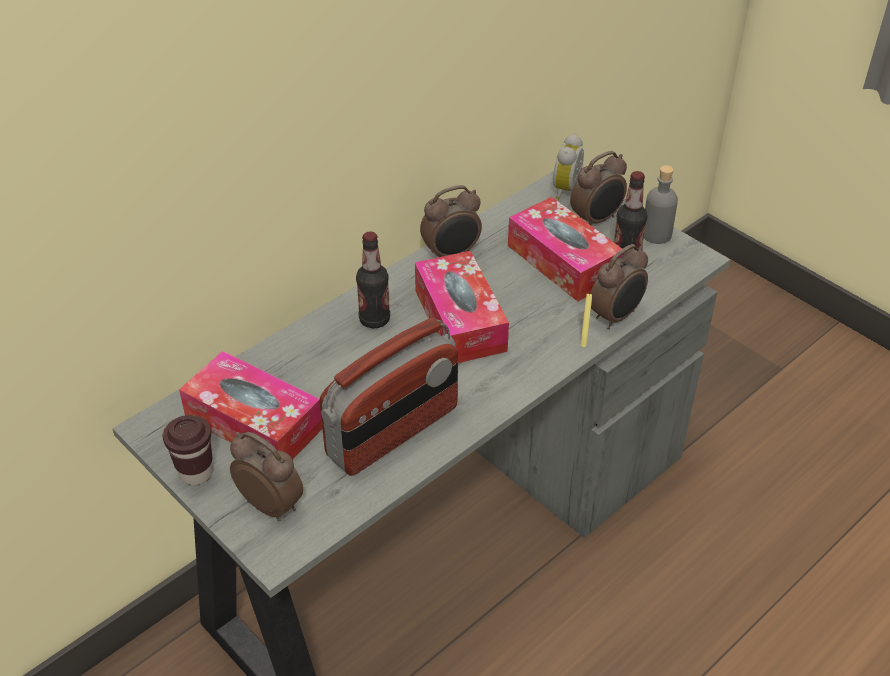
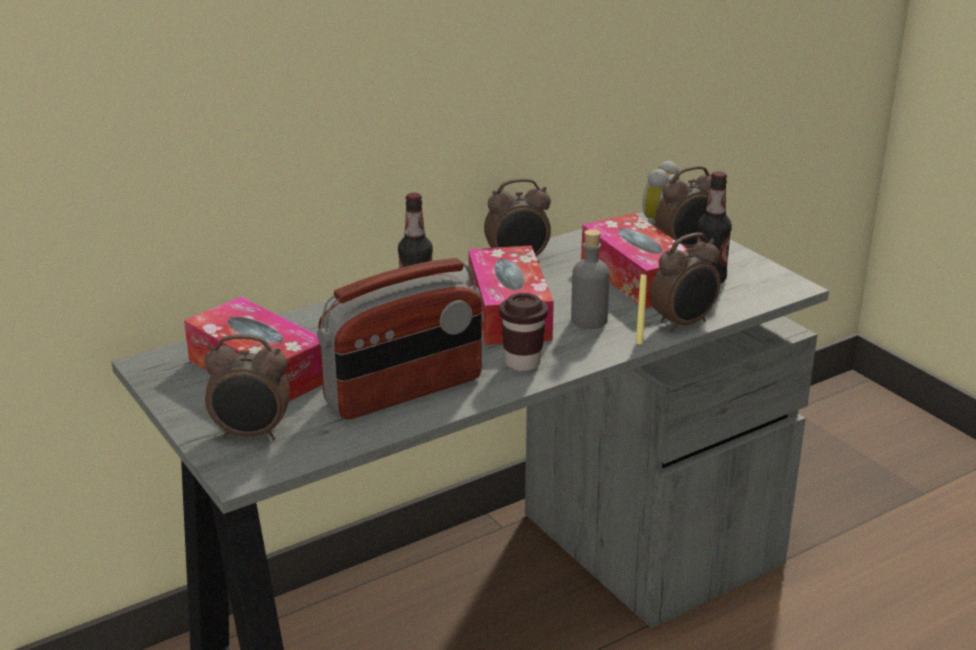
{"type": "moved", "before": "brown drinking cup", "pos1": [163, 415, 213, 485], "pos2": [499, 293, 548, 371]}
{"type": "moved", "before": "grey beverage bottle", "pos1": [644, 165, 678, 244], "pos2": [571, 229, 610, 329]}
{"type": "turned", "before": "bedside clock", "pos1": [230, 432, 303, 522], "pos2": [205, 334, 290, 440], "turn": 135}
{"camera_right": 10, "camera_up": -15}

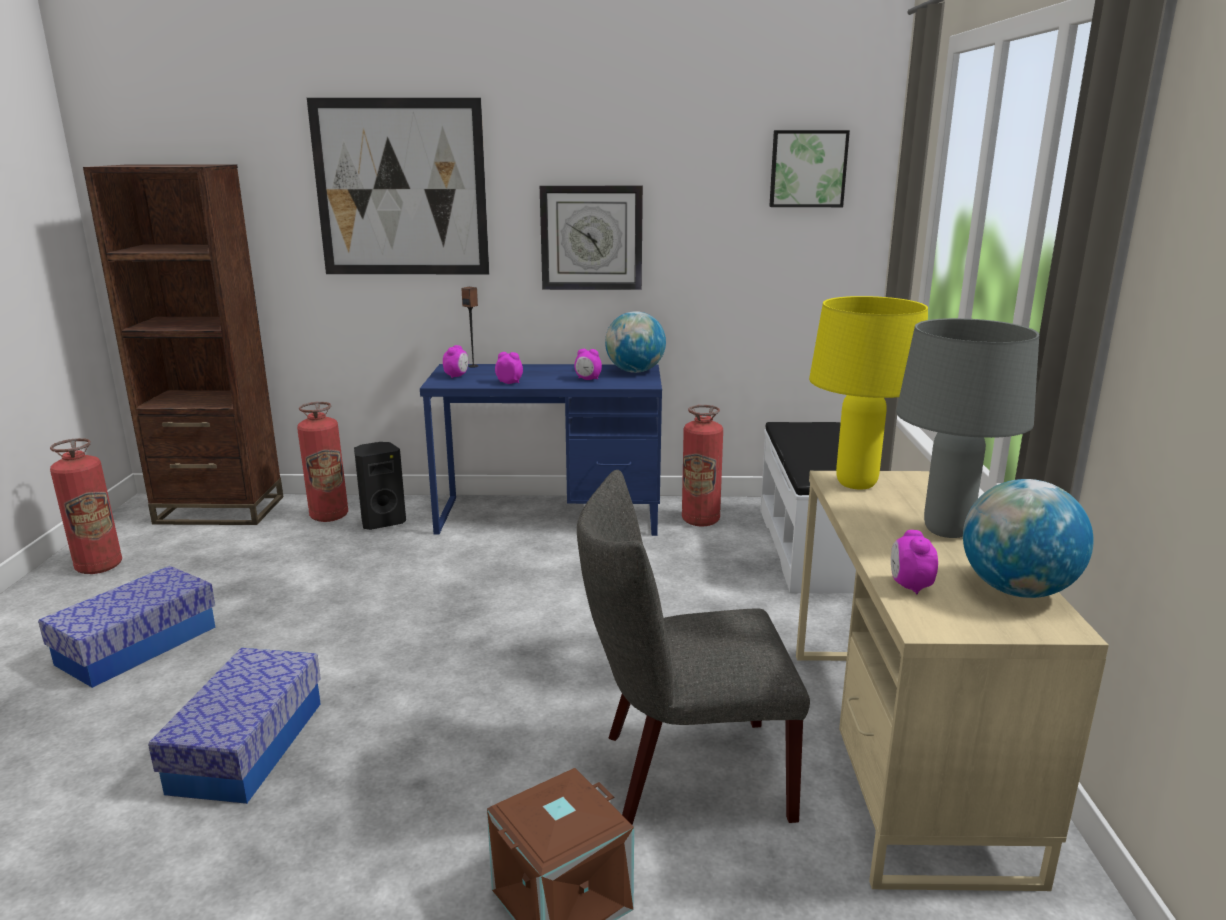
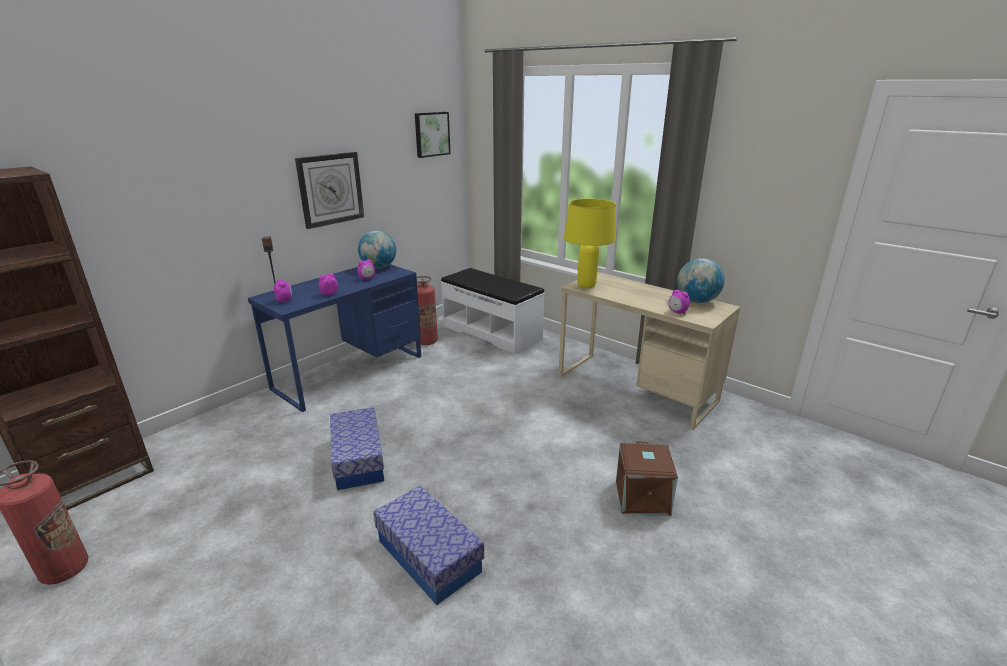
{"type": "removed", "before": "extinguisher", "pos1": [297, 402, 348, 522]}
{"type": "removed", "before": "picture", "pos1": [307, 98, 489, 274]}
{"type": "removed", "before": "blackish audio speaker", "pos1": [354, 442, 406, 530]}
{"type": "removed", "before": "grey chair", "pos1": [577, 470, 810, 825]}
{"type": "removed", "before": "grey tabletop lamp", "pos1": [896, 318, 1039, 538]}
{"type": "moved", "before": "storage bin", "pos1": [38, 566, 216, 688], "pos2": [330, 407, 384, 490]}
{"camera_right": -50, "camera_up": 5}

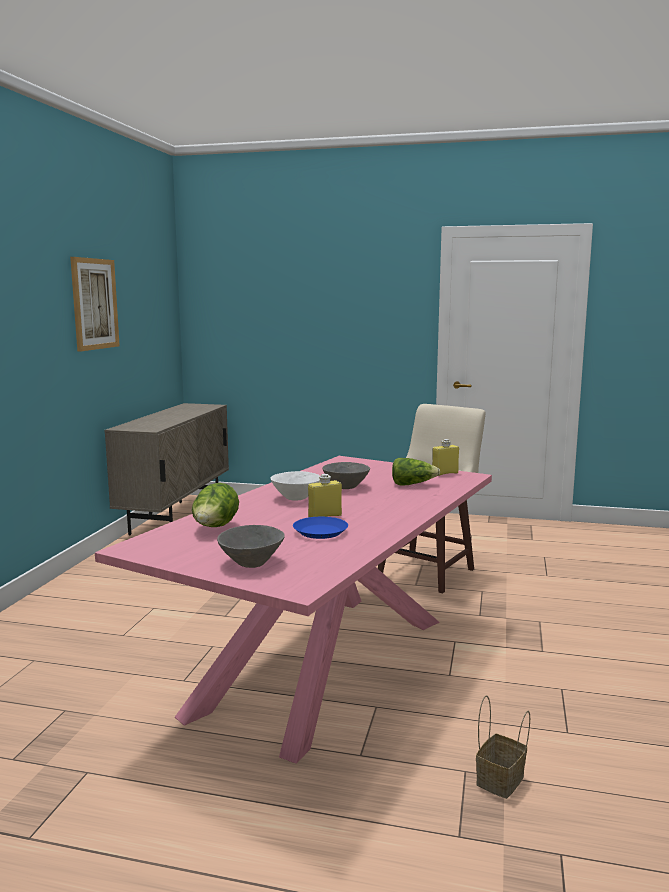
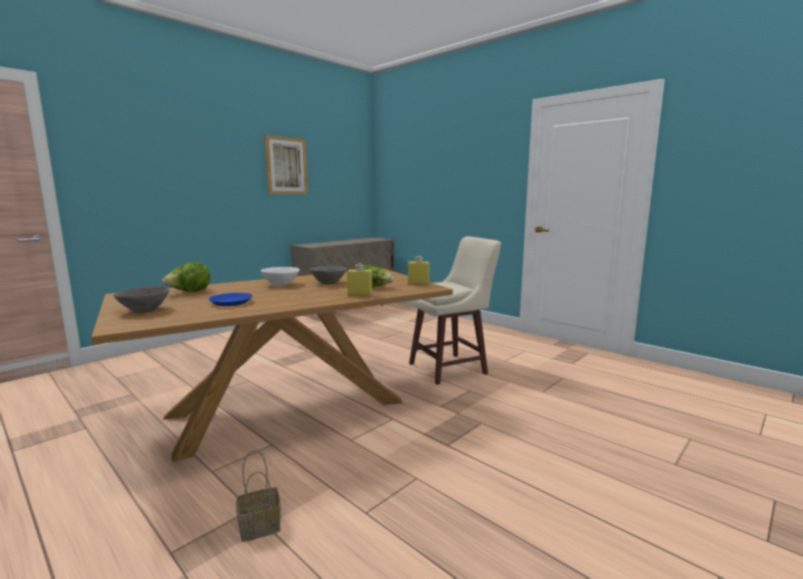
{"type": "moved", "before": "yellow-coloured beverage bottle", "pos1": [308, 474, 342, 517], "pos2": [347, 263, 372, 296]}
{"type": "recoloured", "before": "pinkish dining table", "after": "brown dining table", "pos1": [95, 456, 492, 764], "pos2": [91, 268, 453, 462]}
{"camera_right": 30, "camera_up": 0}

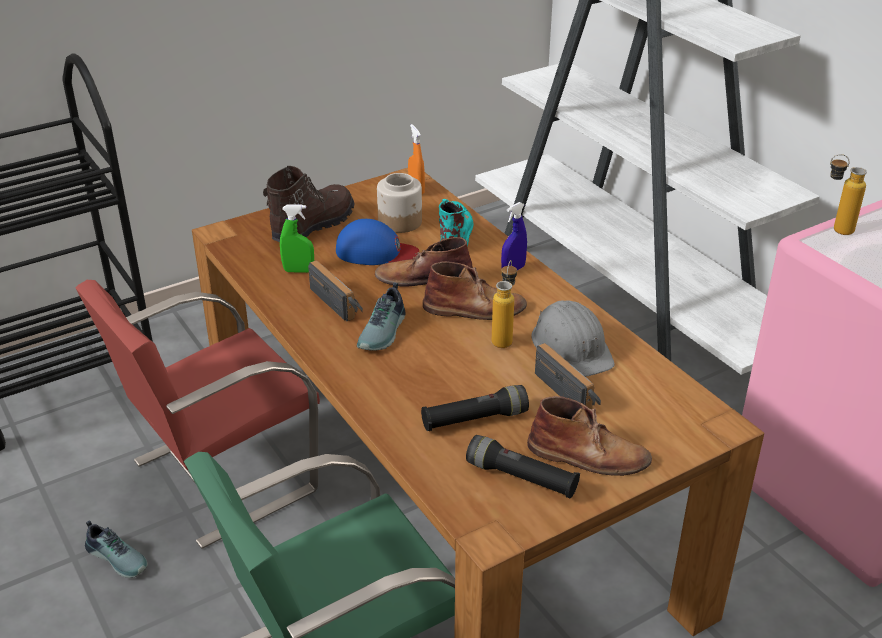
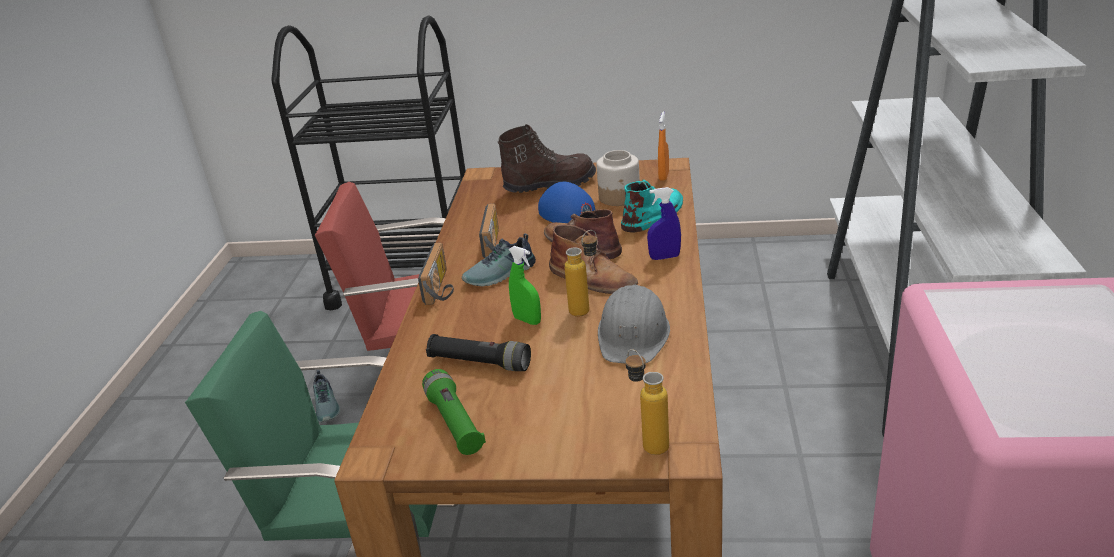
{"type": "removed", "before": "brown tall boot", "pos1": [527, 396, 652, 476]}
{"type": "moved", "before": "green-coloured hand sprayer", "pos1": [280, 204, 314, 273], "pos2": [509, 246, 541, 325]}
{"type": "moved", "before": "radio set", "pos1": [535, 343, 601, 409], "pos2": [418, 243, 454, 305]}
{"type": "moved", "before": "beverage bottle", "pos1": [830, 154, 867, 235], "pos2": [626, 349, 669, 455]}
{"type": "recoloured", "before": "blackish hand torch", "after": "green-coloured hand torch", "pos1": [466, 435, 580, 499], "pos2": [422, 369, 486, 455]}
{"camera_right": 40, "camera_up": -5}

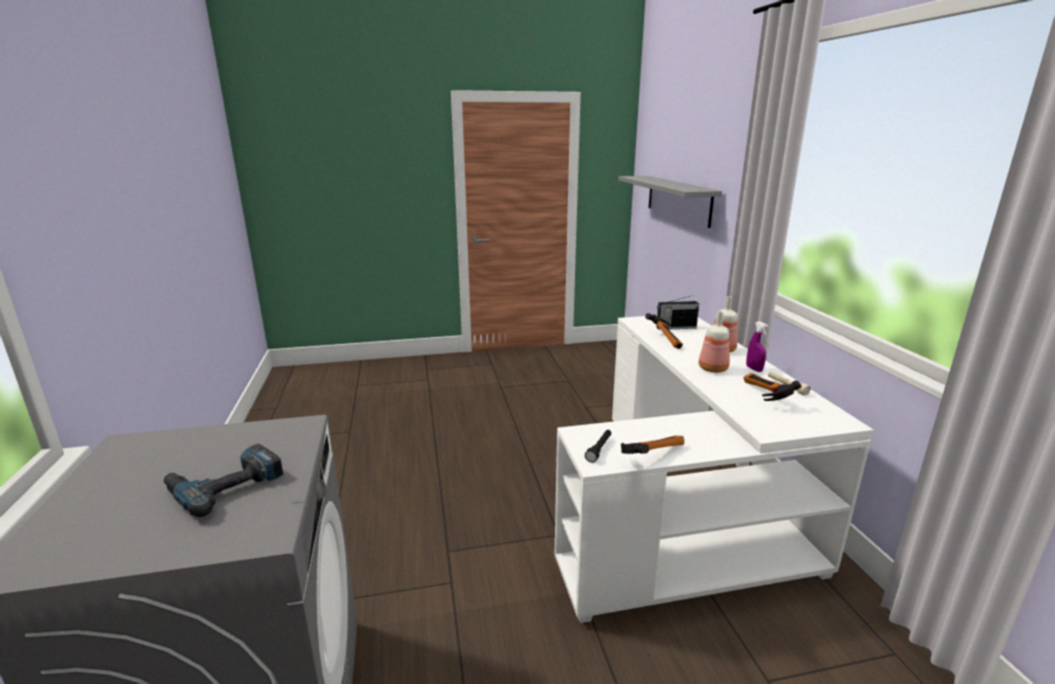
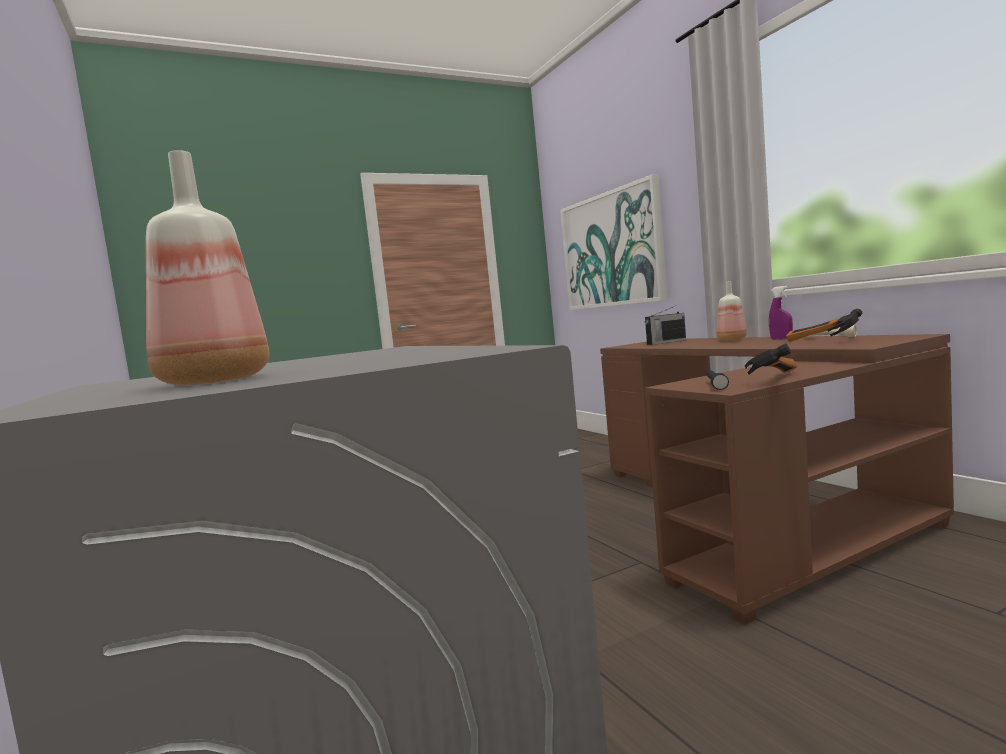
{"type": "removed", "before": "power drill", "pos1": [164, 444, 283, 517]}
{"type": "removed", "before": "tool hammer", "pos1": [645, 313, 683, 349]}
{"type": "moved", "before": "beverage bottle", "pos1": [699, 311, 730, 373], "pos2": [146, 150, 269, 385]}
{"type": "replaced", "before": "grey wall shelf", "after": "picture", "pos1": [618, 176, 722, 228], "pos2": [560, 174, 668, 310]}
{"type": "recoloured", "before": "white-coloured desk table", "after": "brown desk table", "pos1": [554, 316, 874, 623], "pos2": [600, 334, 954, 624]}
{"camera_right": -15, "camera_up": -15}

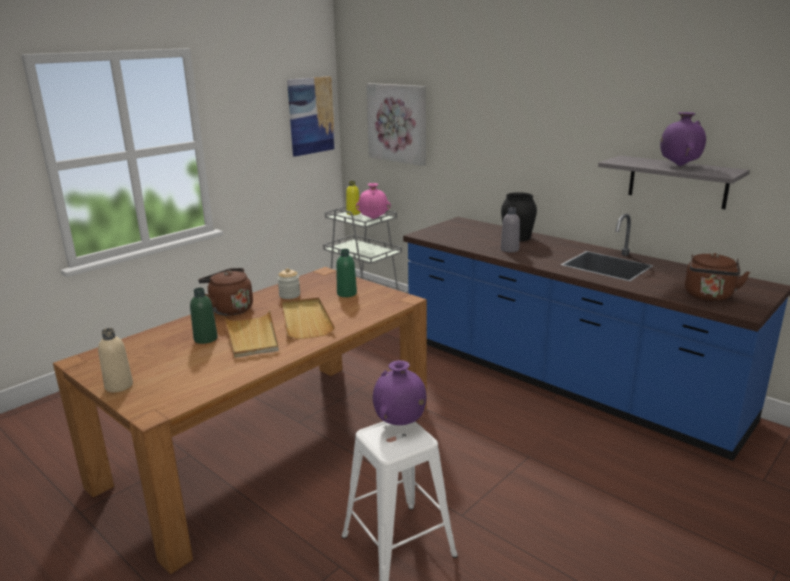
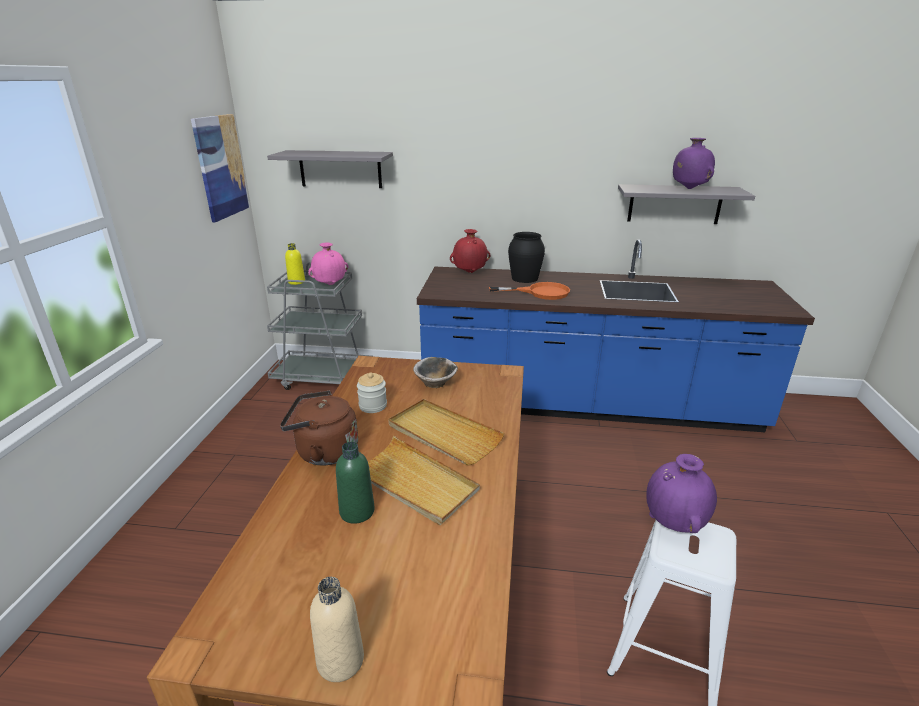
{"type": "removed", "before": "brown tea kettle", "pos1": [685, 253, 750, 301]}
{"type": "added", "after": "red-coloured vase", "pos2": [450, 229, 490, 273]}
{"type": "replaced", "before": "green-coloured beverage bottle", "after": "bowl", "pos1": [336, 249, 357, 297], "pos2": [413, 357, 458, 388]}
{"type": "replaced", "before": "picture", "after": "grey wall shelf", "pos1": [366, 83, 426, 166], "pos2": [267, 150, 393, 188]}
{"type": "replaced", "before": "grey beverage bottle", "after": "orange-coloured skillet", "pos1": [501, 207, 520, 252], "pos2": [489, 282, 570, 300]}
{"camera_right": -35, "camera_up": 5}

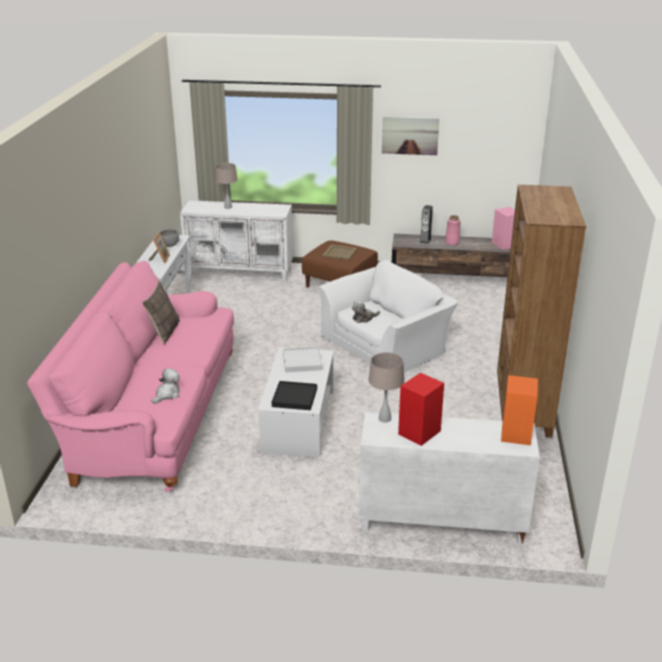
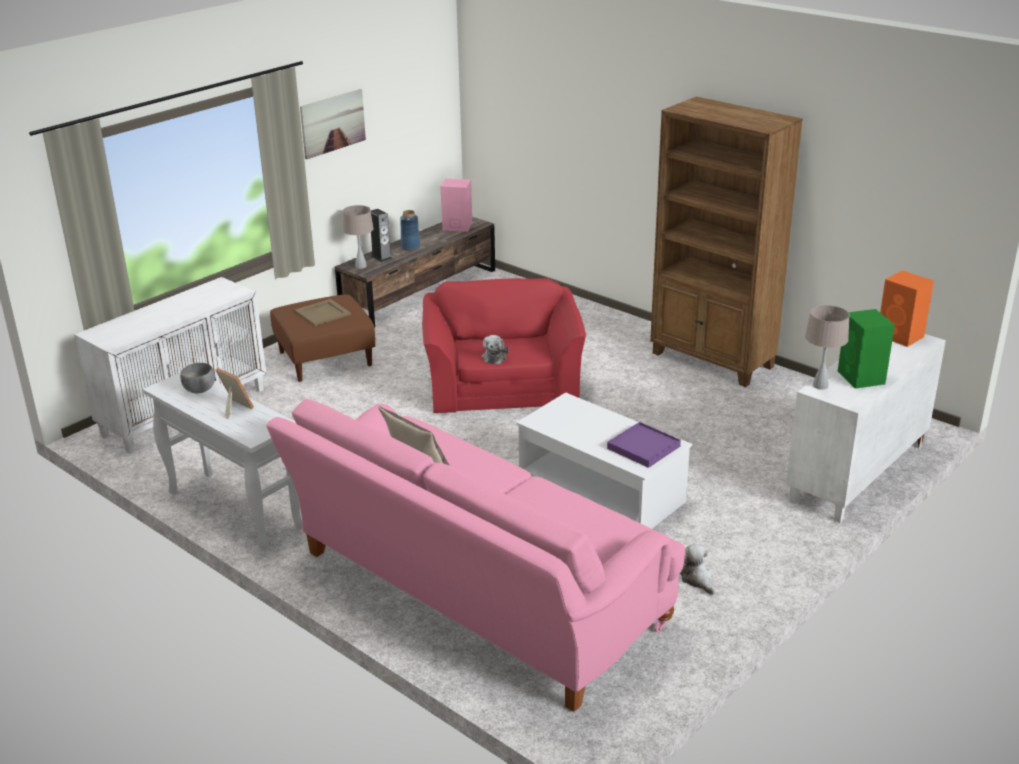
{"type": "removed", "before": "white-coloured serving tray", "pos1": [283, 347, 322, 372]}
{"type": "moved", "before": "cuddly toy", "pos1": [151, 369, 180, 404], "pos2": [680, 544, 715, 595]}
{"type": "moved", "before": "sand-coloured tabletop lamp", "pos1": [215, 163, 238, 209], "pos2": [342, 205, 374, 269]}
{"type": "recoloured", "before": "blackish serving tray", "after": "purple-coloured serving tray", "pos1": [272, 381, 317, 410], "pos2": [607, 422, 681, 468]}
{"type": "recoloured", "before": "white-coloured easy chair", "after": "red-coloured easy chair", "pos1": [318, 260, 458, 372], "pos2": [422, 278, 586, 413]}
{"type": "recoloured", "before": "red-coloured audio speaker", "after": "green-coloured audio speaker", "pos1": [398, 373, 444, 446], "pos2": [838, 309, 895, 389]}
{"type": "recoloured", "before": "pinkish vase", "after": "bluish vase", "pos1": [445, 215, 461, 245], "pos2": [400, 210, 420, 251]}
{"camera_right": -55, "camera_up": 0}

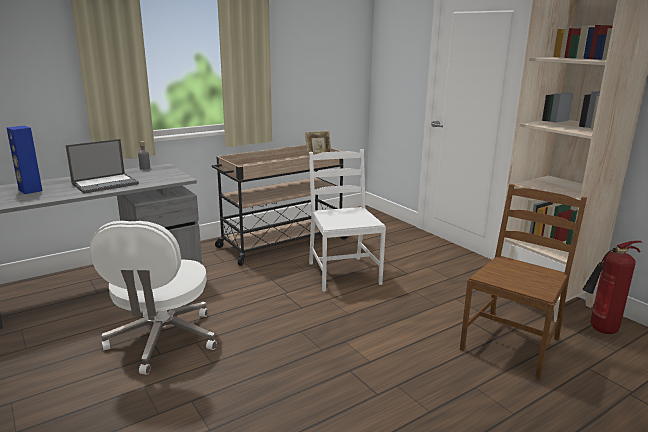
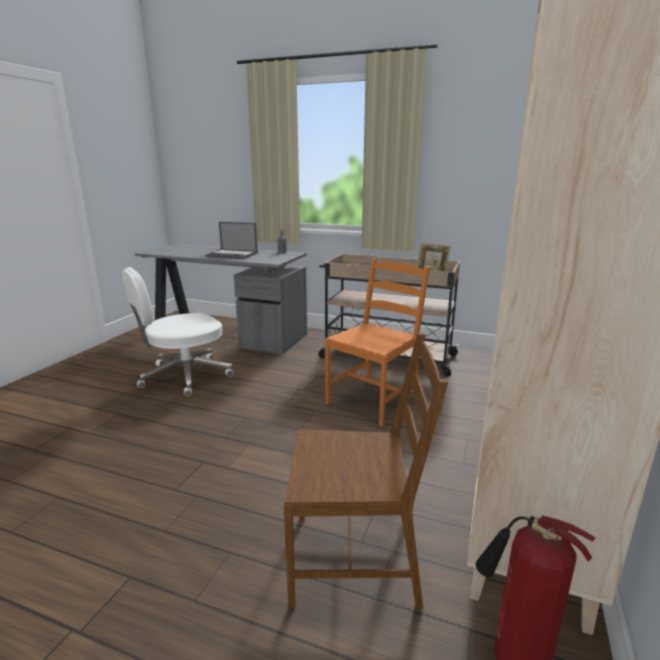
{"type": "removed", "before": "bluish audio speaker", "pos1": [6, 125, 43, 194]}
{"type": "recoloured", "before": "white-coloured chair", "after": "orange-coloured chair", "pos1": [309, 149, 386, 292], "pos2": [325, 259, 430, 426]}
{"camera_right": 55, "camera_up": 0}

